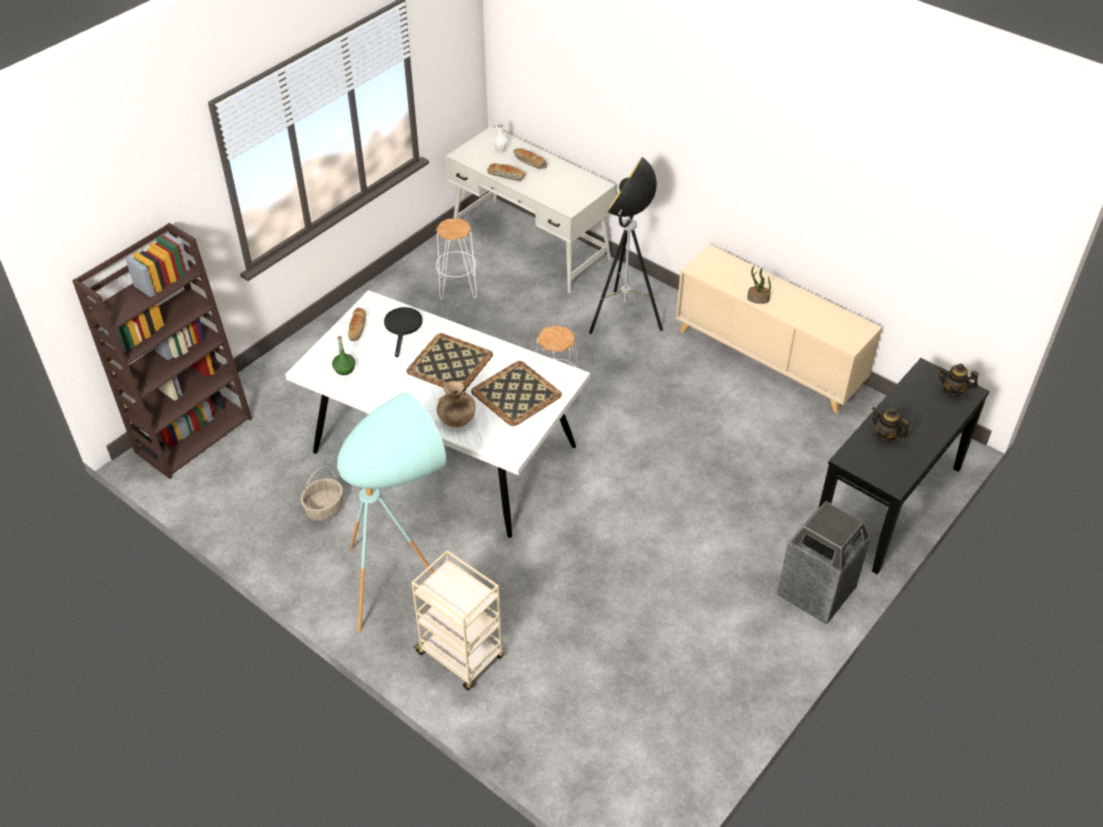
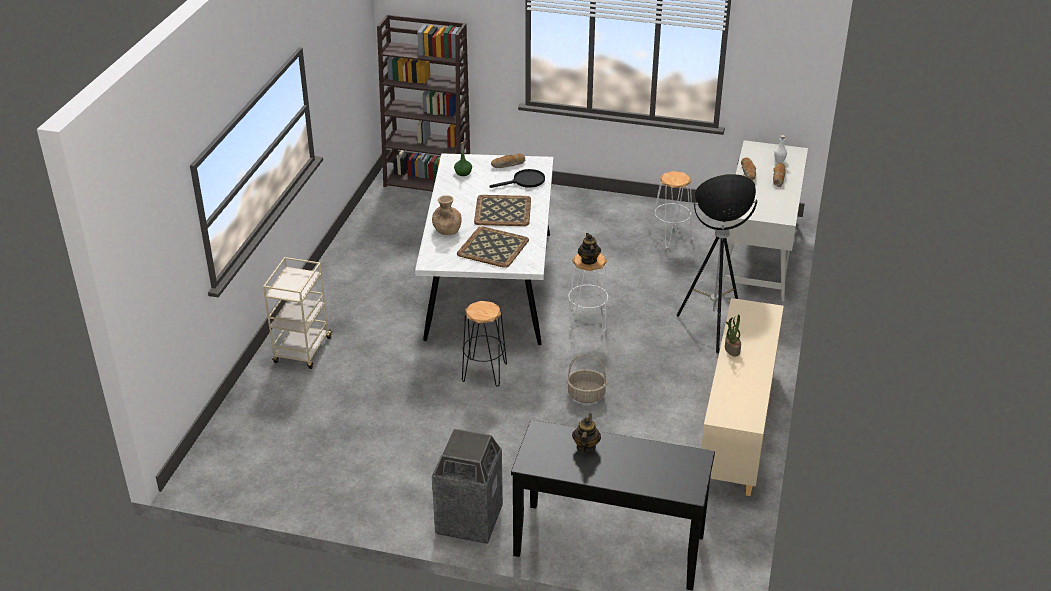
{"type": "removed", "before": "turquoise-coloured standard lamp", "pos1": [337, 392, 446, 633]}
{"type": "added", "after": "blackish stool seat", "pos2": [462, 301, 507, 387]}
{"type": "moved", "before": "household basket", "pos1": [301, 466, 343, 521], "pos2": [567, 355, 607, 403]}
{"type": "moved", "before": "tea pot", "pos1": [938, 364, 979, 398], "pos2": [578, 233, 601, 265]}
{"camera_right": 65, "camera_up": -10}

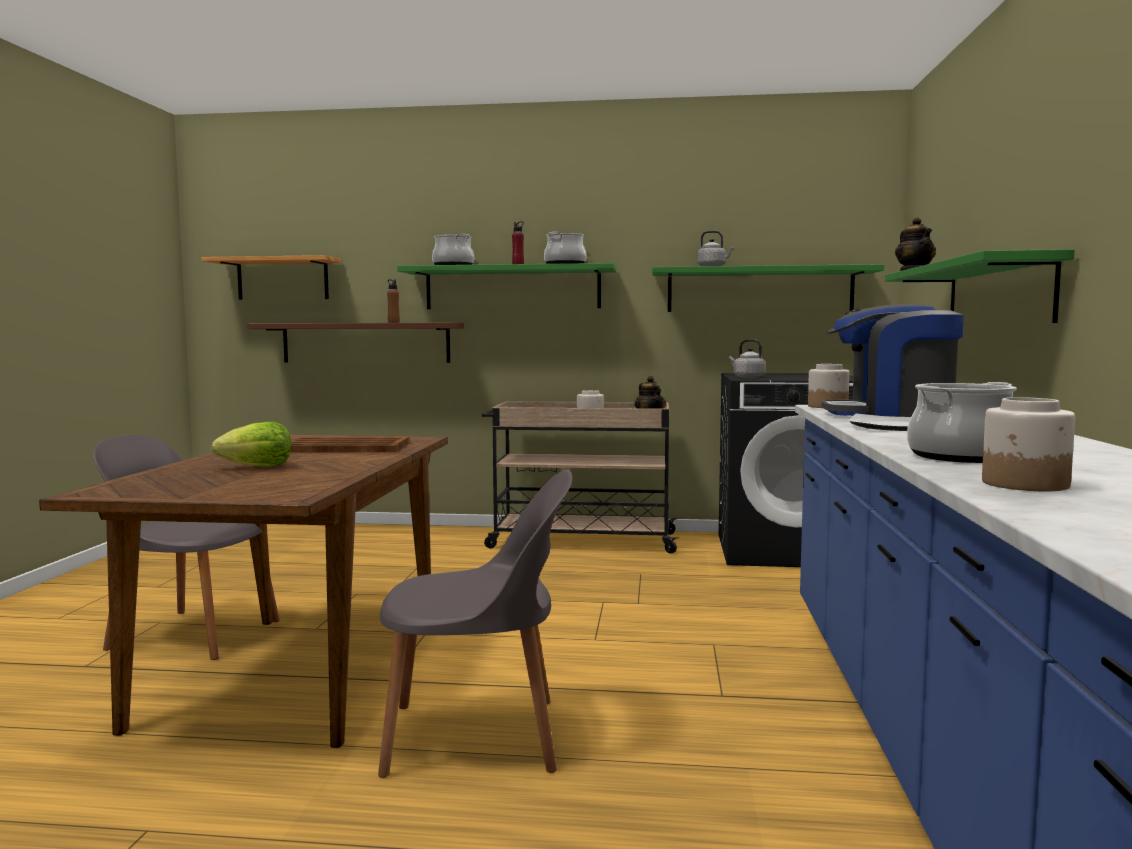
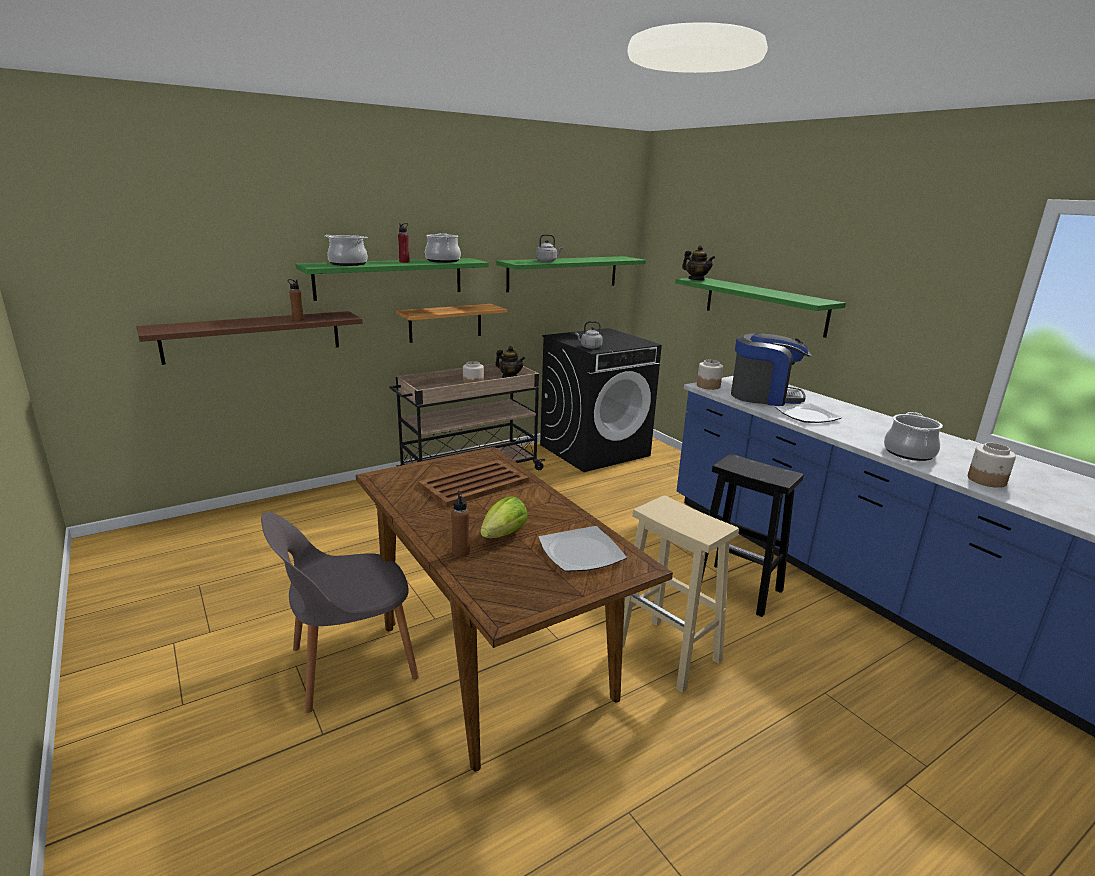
{"type": "added", "after": "brown beverage bottle", "pos2": [451, 491, 470, 557]}
{"type": "added", "after": "flat dish", "pos2": [538, 526, 627, 572]}
{"type": "added", "after": "blackish stool seat", "pos2": [701, 454, 804, 617]}
{"type": "moved", "before": "wall shelf", "pos1": [201, 255, 342, 300], "pos2": [396, 304, 507, 343]}
{"type": "replaced", "before": "grey chair", "after": "sand-coloured stool seat", "pos1": [378, 470, 572, 778], "pos2": [623, 496, 739, 693]}
{"type": "turned", "before": "coffee maker", "pos1": [822, 304, 964, 417], "pos2": [731, 333, 812, 406], "turn": -135}
{"camera_right": -40, "camera_up": 15}

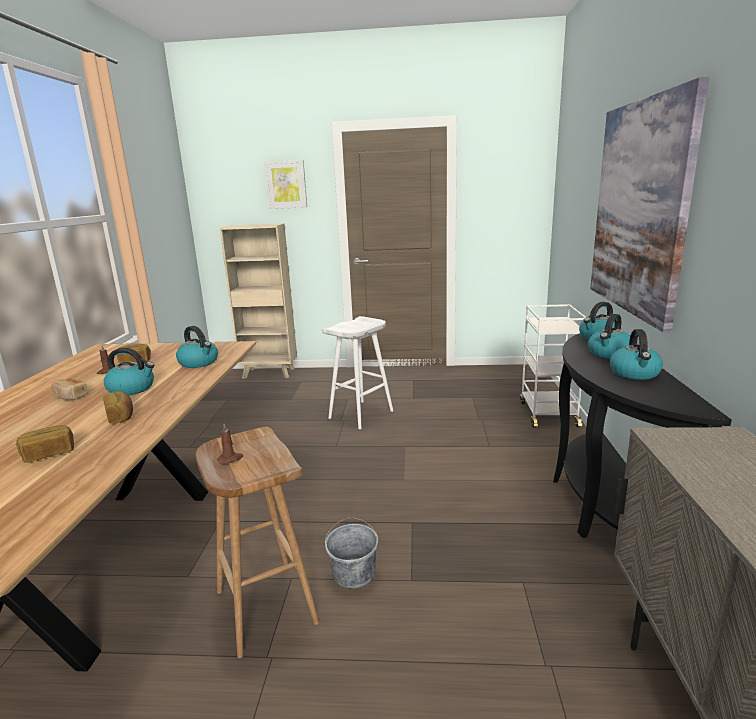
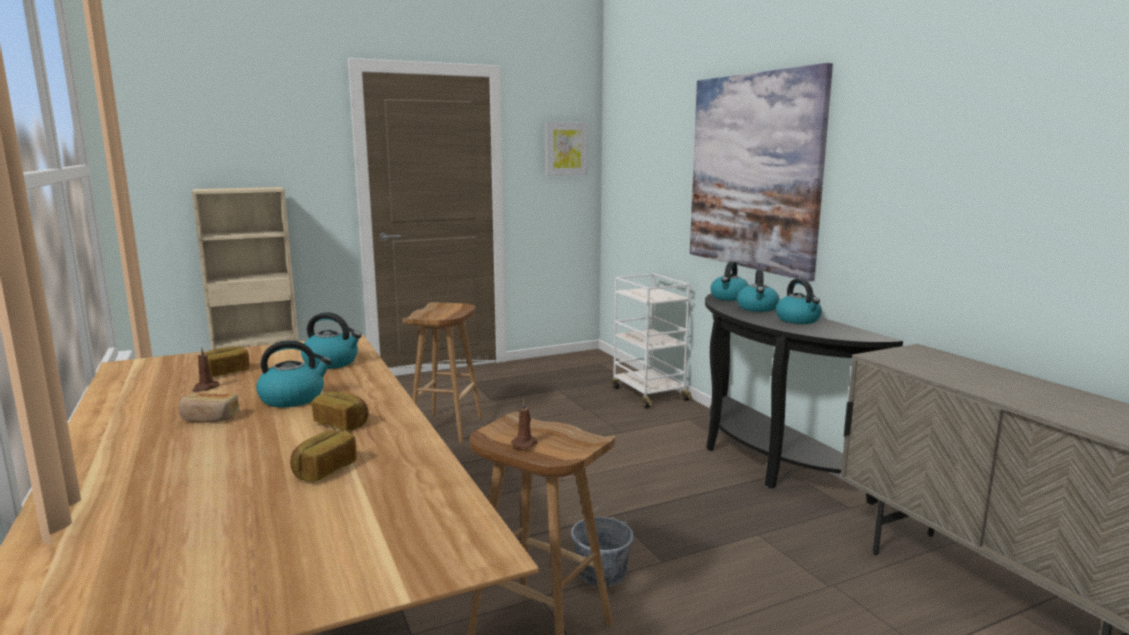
{"type": "moved", "before": "picture", "pos1": [264, 160, 307, 209], "pos2": [545, 122, 588, 176]}
{"type": "recoloured", "before": "white-coloured stool seat", "after": "brown stool seat", "pos1": [322, 316, 393, 429], "pos2": [402, 302, 483, 443]}
{"camera_right": -30, "camera_up": -5}

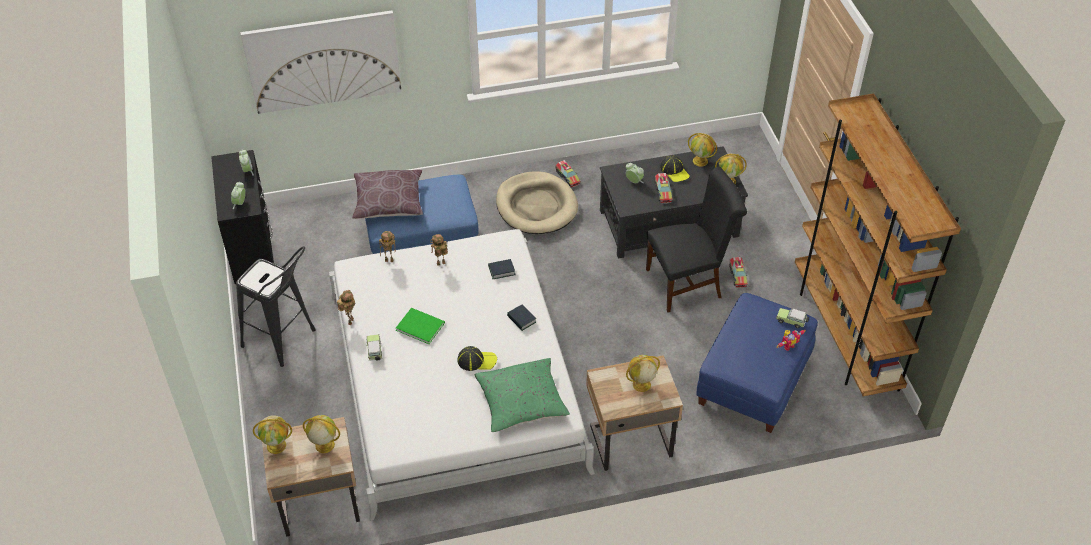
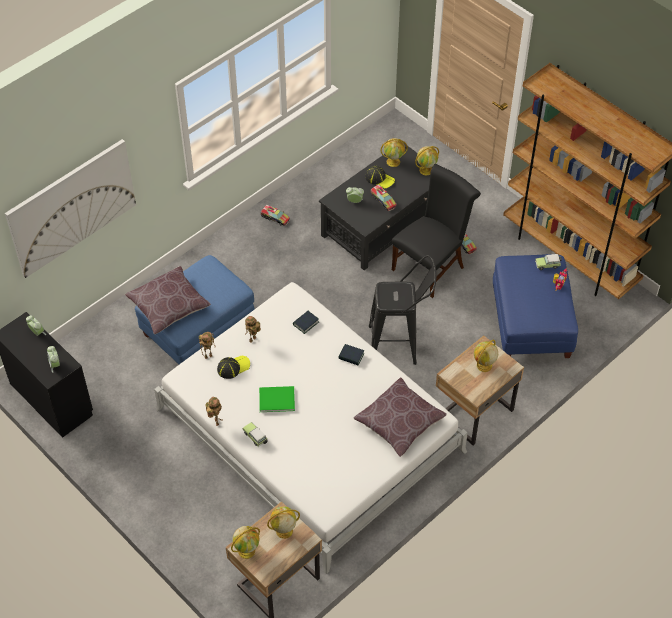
{"type": "removed", "before": "sand-coloured dog cushion", "pos1": [496, 171, 578, 234]}
{"type": "moved", "before": "blackish stool seat", "pos1": [236, 246, 316, 367], "pos2": [369, 255, 436, 365]}
{"type": "moved", "before": "cap", "pos1": [458, 346, 497, 371], "pos2": [217, 356, 250, 379]}
{"type": "recoloured", "before": "green-coloured throw pillow", "after": "brown throw pillow", "pos1": [474, 358, 570, 432], "pos2": [354, 377, 447, 457]}
{"camera_right": -30, "camera_up": 5}

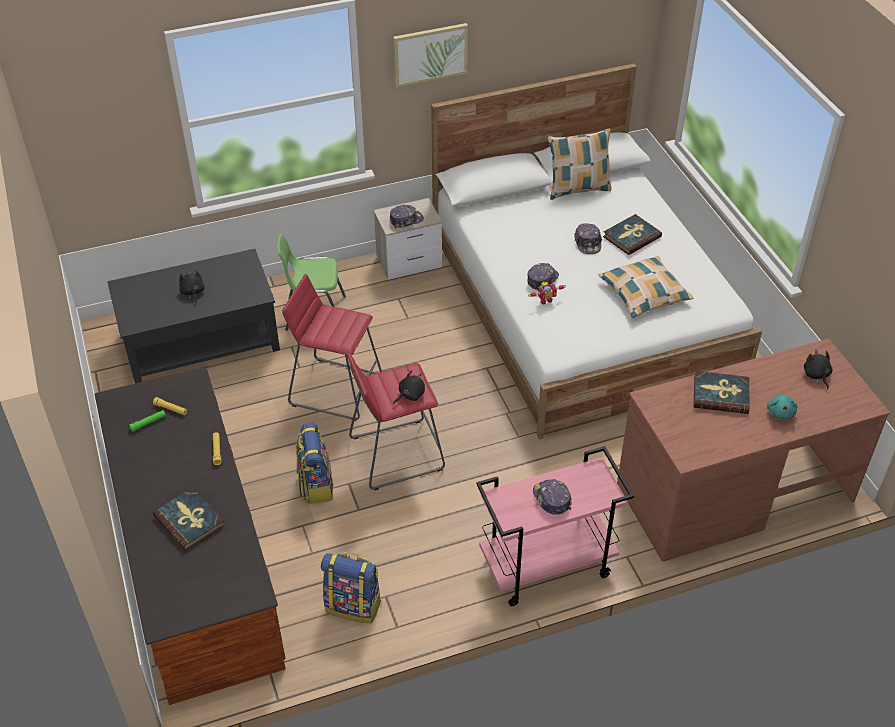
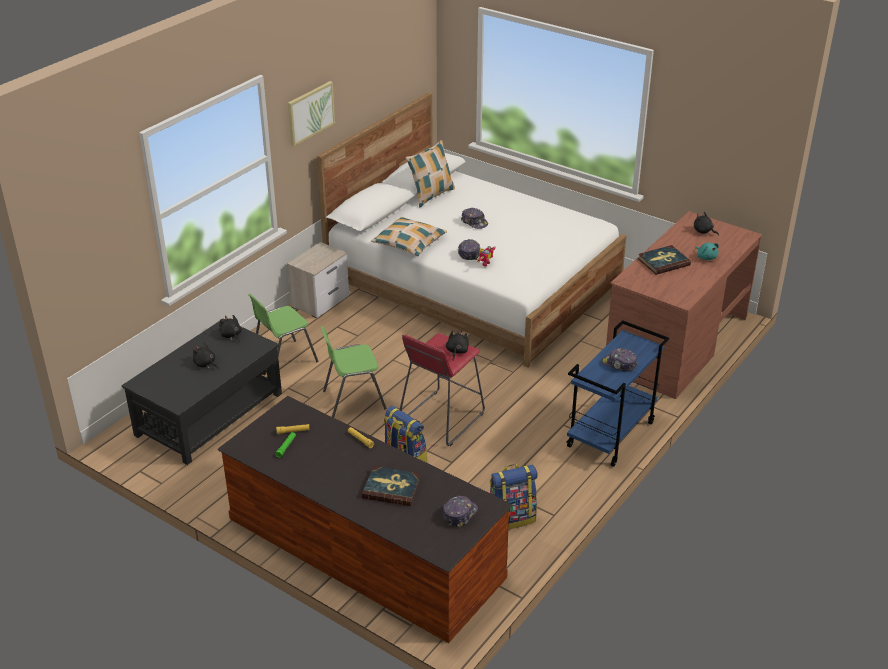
{"type": "removed", "before": "volume", "pos1": [603, 214, 662, 255]}
{"type": "added", "after": "blackish cuddly toy", "pos2": [219, 315, 242, 343]}
{"type": "moved", "before": "cap", "pos1": [390, 205, 424, 228], "pos2": [443, 496, 478, 528]}
{"type": "moved", "before": "throw pillow", "pos1": [598, 256, 693, 318], "pos2": [371, 217, 447, 256]}
{"type": "replaced", "before": "red-coloured stool seat", "after": "green-coloured chair", "pos1": [282, 274, 382, 421], "pos2": [321, 326, 386, 418]}
{"type": "recoloured", "before": "pinkish wheeled cart", "after": "bluish wheeled cart", "pos1": [476, 446, 634, 606], "pos2": [566, 320, 669, 467]}
{"camera_right": -35, "camera_up": -10}

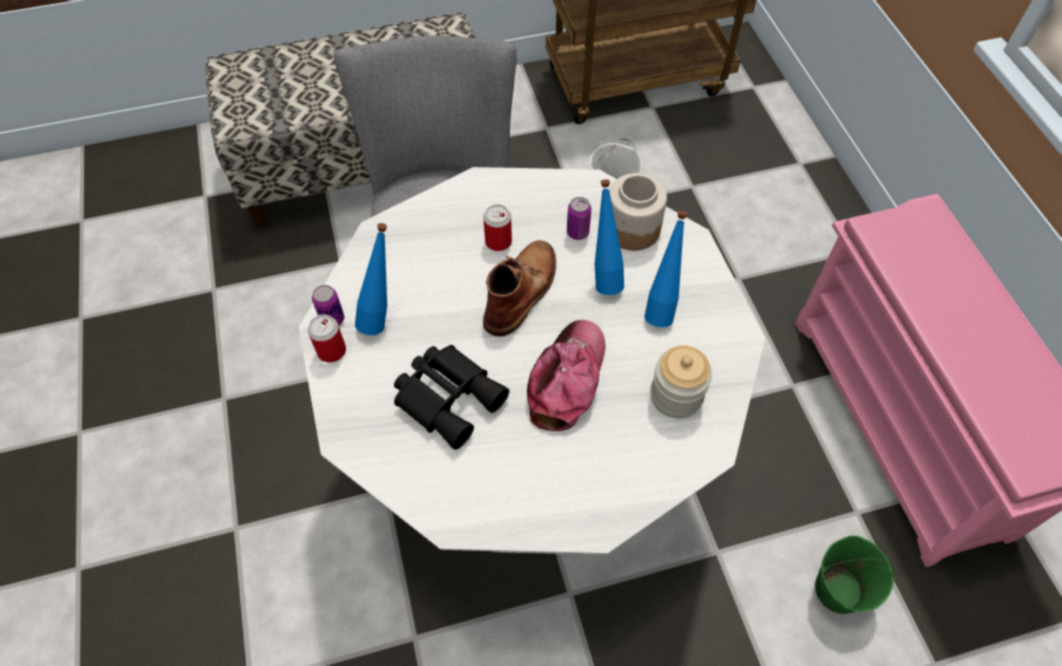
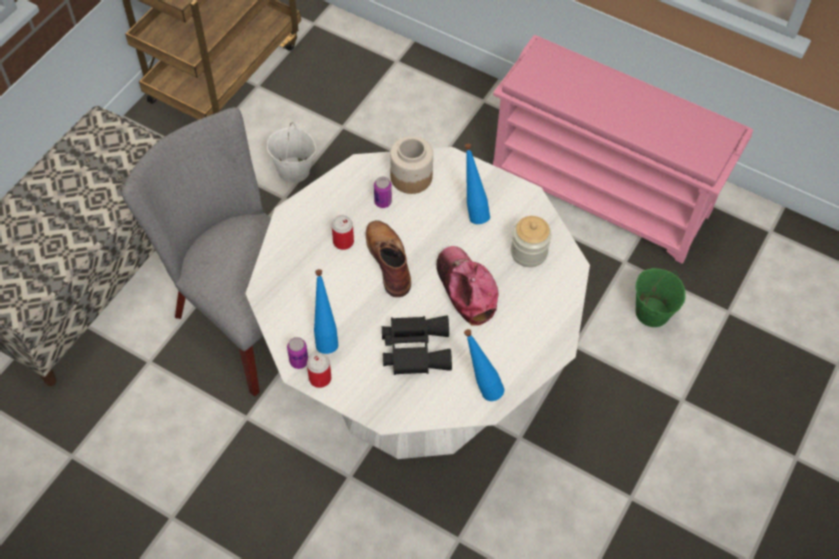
{"type": "moved", "before": "bluish beverage bottle", "pos1": [595, 179, 624, 295], "pos2": [464, 329, 504, 401]}
{"camera_right": -45, "camera_up": 0}

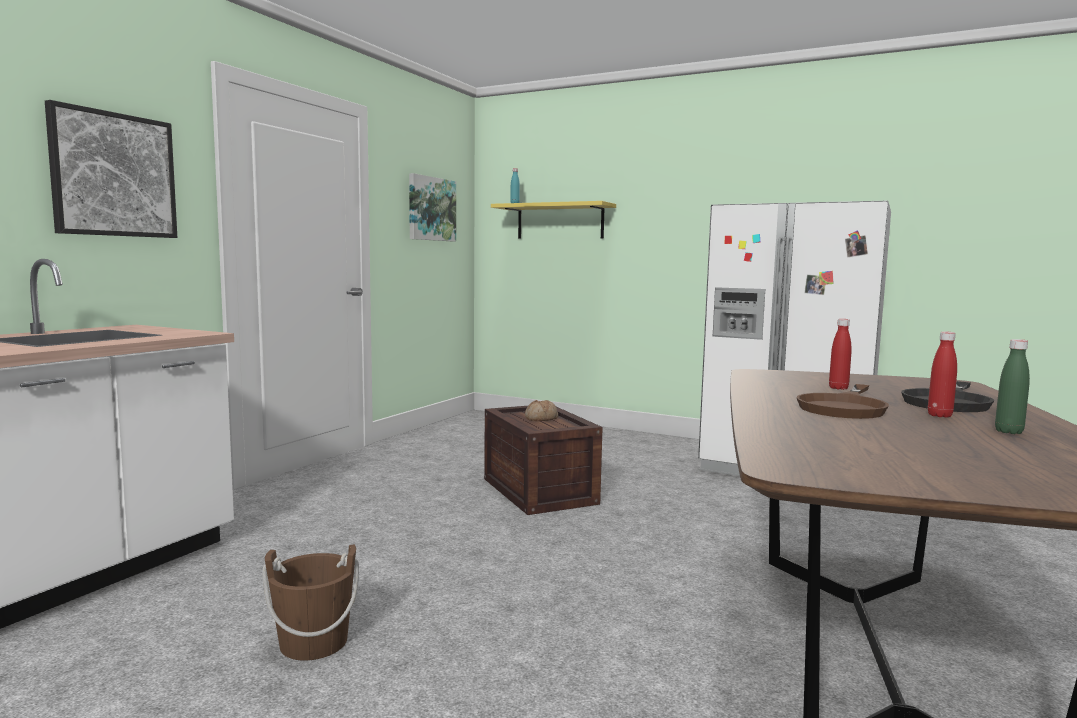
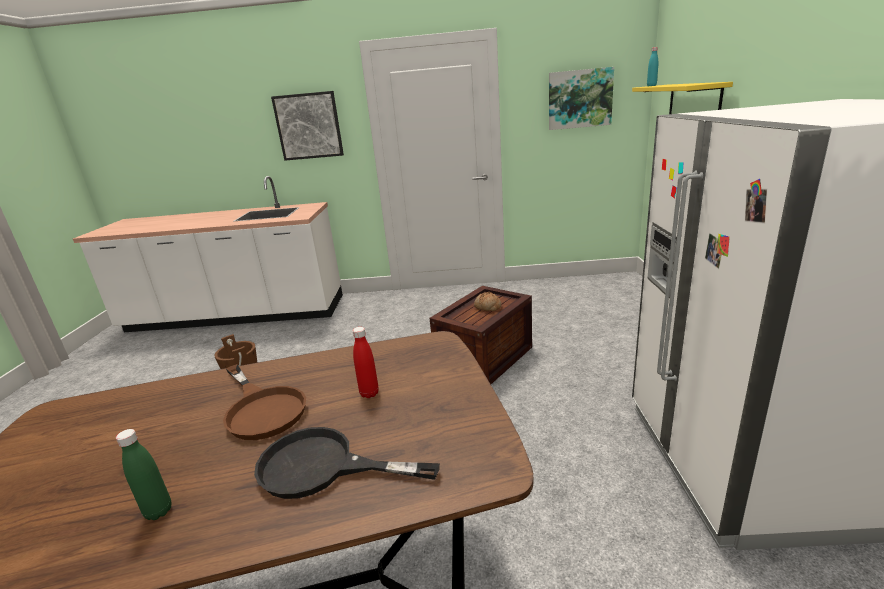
{"type": "removed", "before": "red-coloured beverage bottle", "pos1": [928, 331, 957, 418]}
{"type": "turned", "before": "brown skillet", "pos1": [796, 384, 889, 419], "pos2": [223, 364, 306, 440], "turn": -135}
{"camera_right": 65, "camera_up": 15}

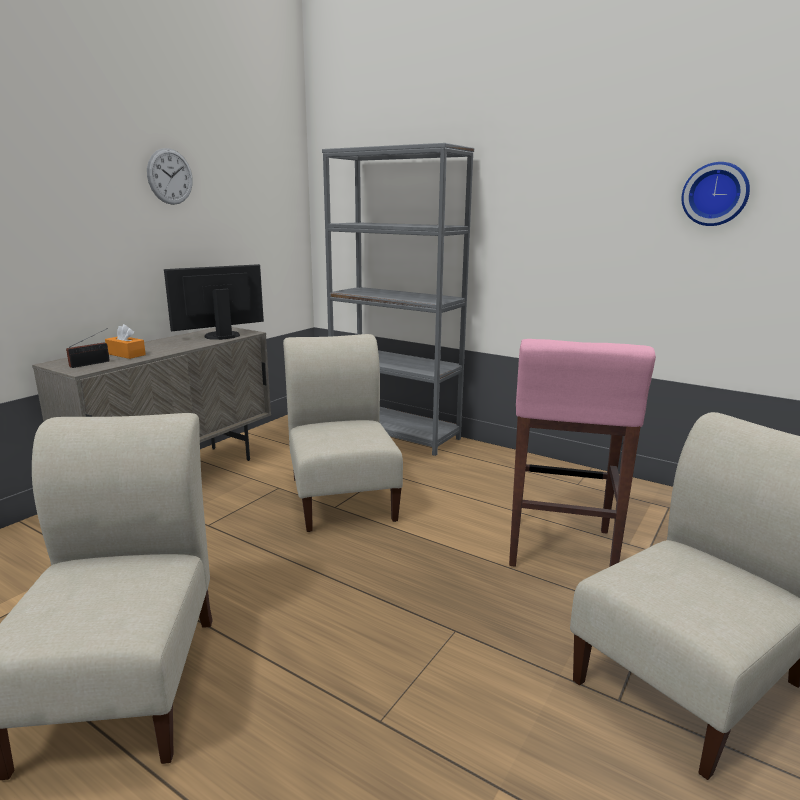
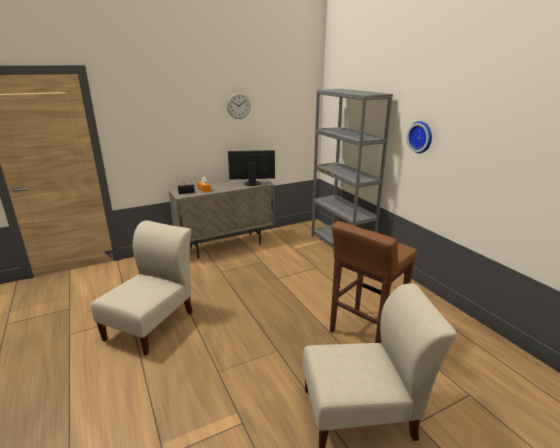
{"type": "removed", "before": "sand-coloured chair", "pos1": [283, 334, 403, 532]}
{"type": "moved", "before": "wall clock", "pos1": [682, 162, 750, 226], "pos2": [407, 121, 432, 153]}
{"type": "recoloured", "before": "pinkish stool seat", "after": "brown stool seat", "pos1": [509, 339, 656, 567], "pos2": [330, 221, 417, 344]}
{"camera_right": 30, "camera_up": 5}

